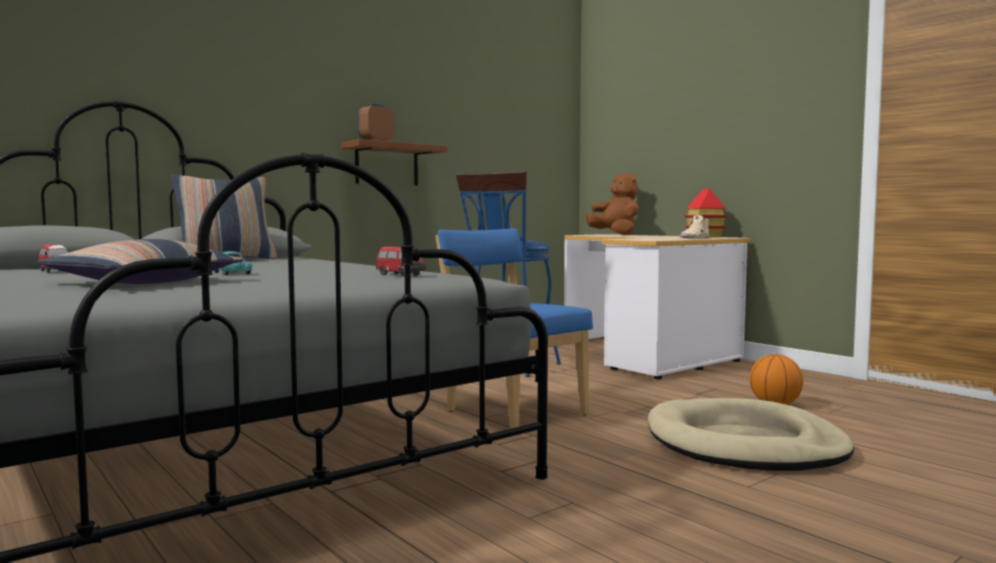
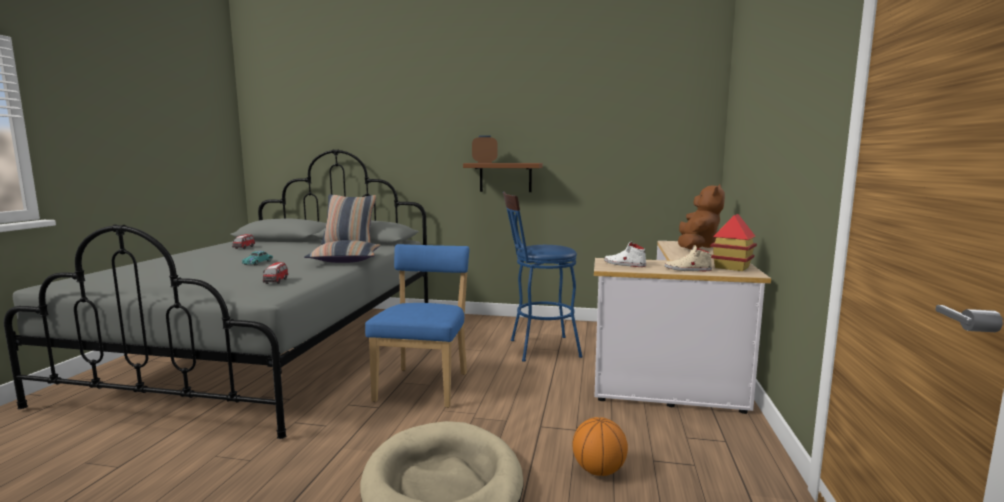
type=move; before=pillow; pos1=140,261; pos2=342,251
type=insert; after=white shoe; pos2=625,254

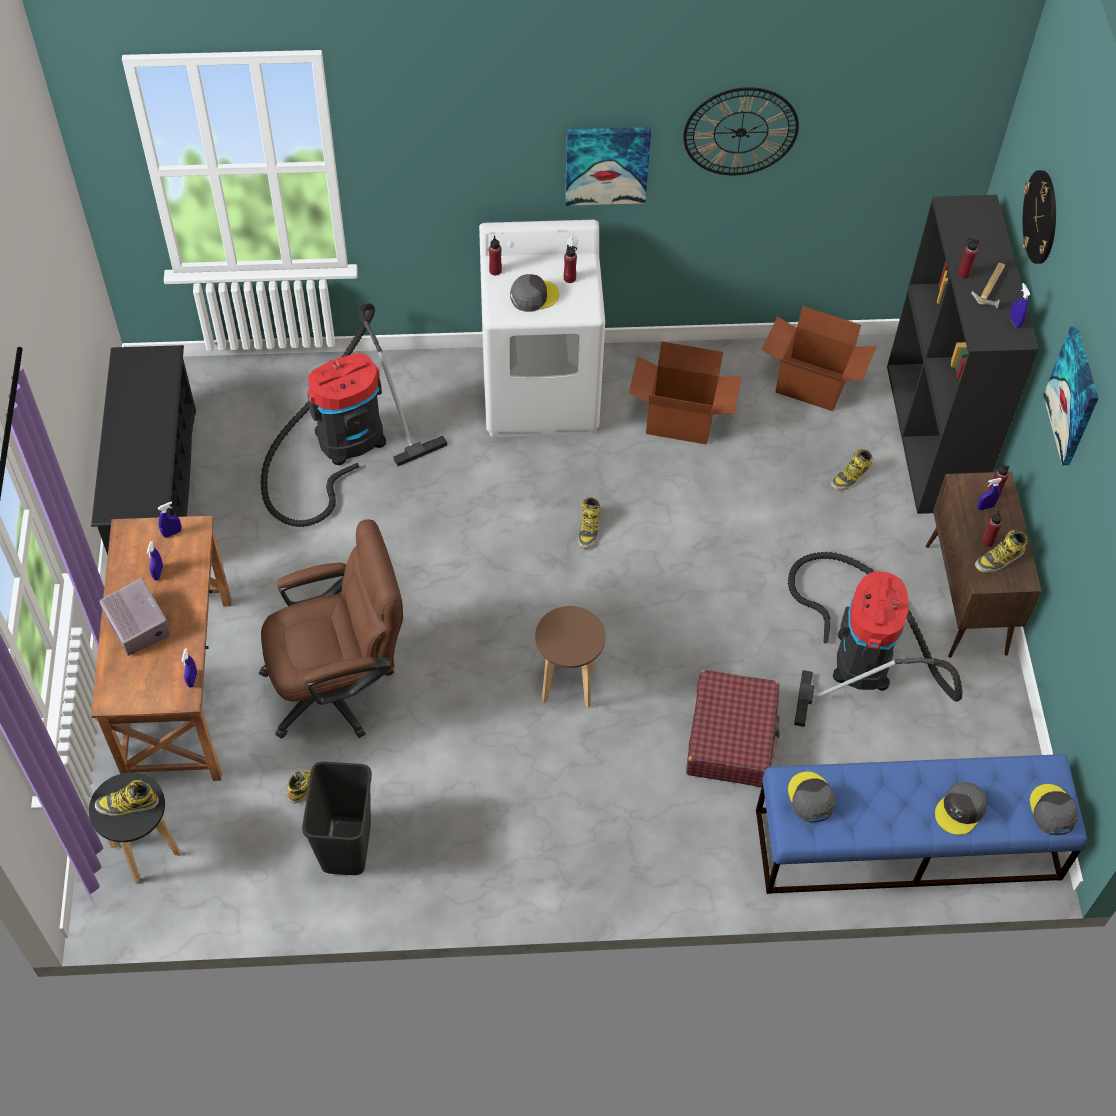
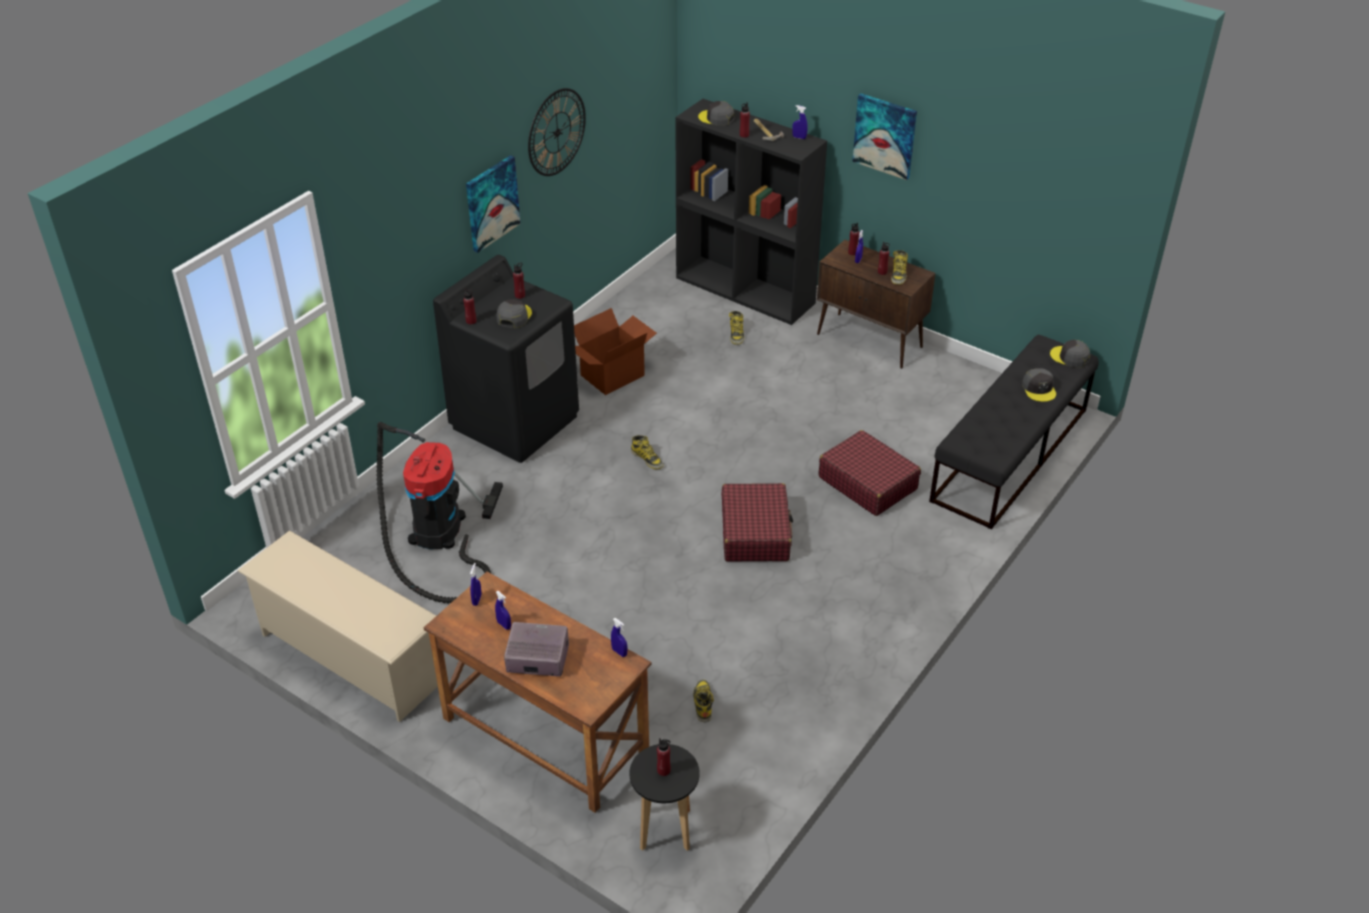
type=delete; before=wall clock; pos1=1039,217
type=recolor; before=white washing machine; after=black washing machine; pos1=542,328; pos2=506,359
type=delete; before=cardboard box; pos1=819,358
type=recolor; before=black shoe rack; after=beige shoe rack; pos1=143,450; pos2=338,626
type=delete; before=brown office chair; pos1=331,629
type=delete; before=vacuum cleaner; pos1=875,639
type=replace; before=brown stool; after=red suitcase; pos1=570,657; pos2=757,522
type=recolor; before=blue bench; after=black bench; pos1=921,824; pos2=1014,432
type=delete; before=black trash can; pos1=337,818
type=move; before=grey cap; pos1=811,797; pos2=716,113
type=replace; before=boot; after=red bottle; pos1=127,798; pos2=664,757

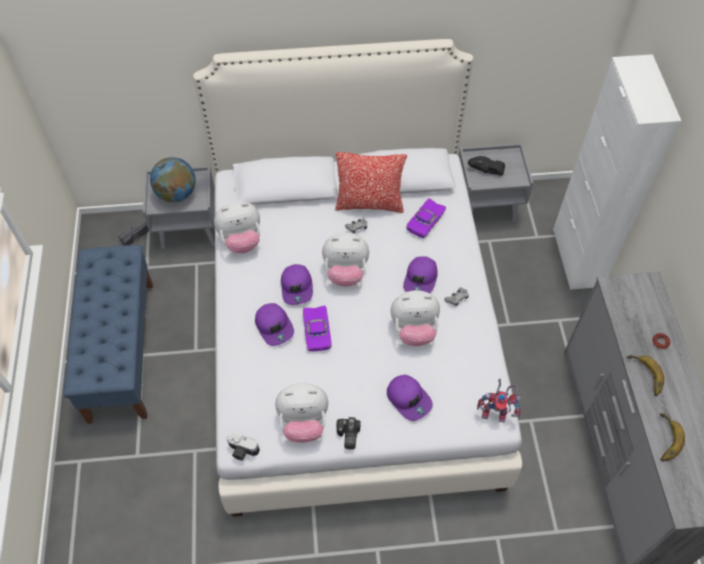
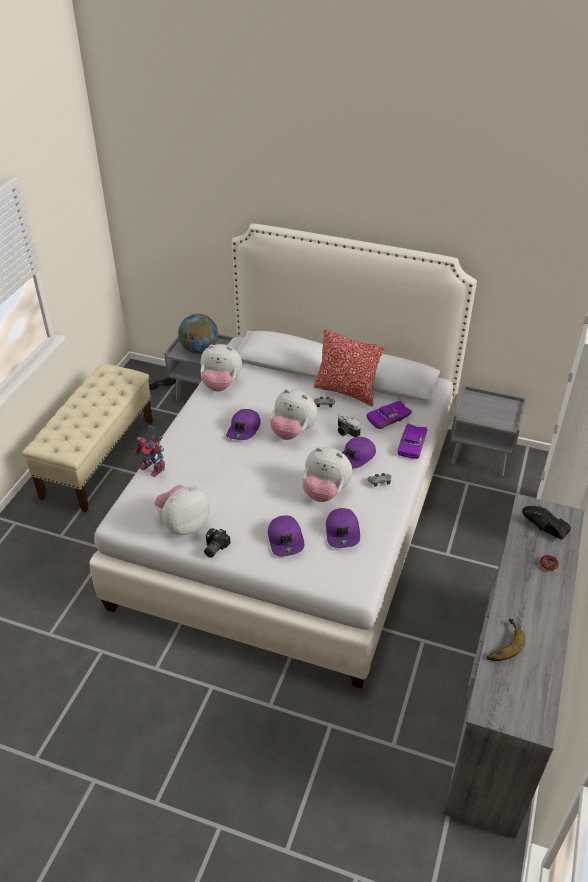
type=move; before=black shoe; pos1=486,166; pos2=546,523
type=recolor; before=blue bench; after=beige bench; pos1=108,334; pos2=87,438
type=move; before=purple cap; pos1=274,324; pos2=343,528
type=move; before=purple toy car; pos1=317,328; pos2=413,441
type=delete; before=banana; pos1=645,375
type=move; before=toy robot; pos1=499,401; pos2=149,451
type=rotate; before=plush toy; pos1=302,413; pos2=182,510; turn=120
type=move; before=photo camera; pos1=243,447; pos2=349,425

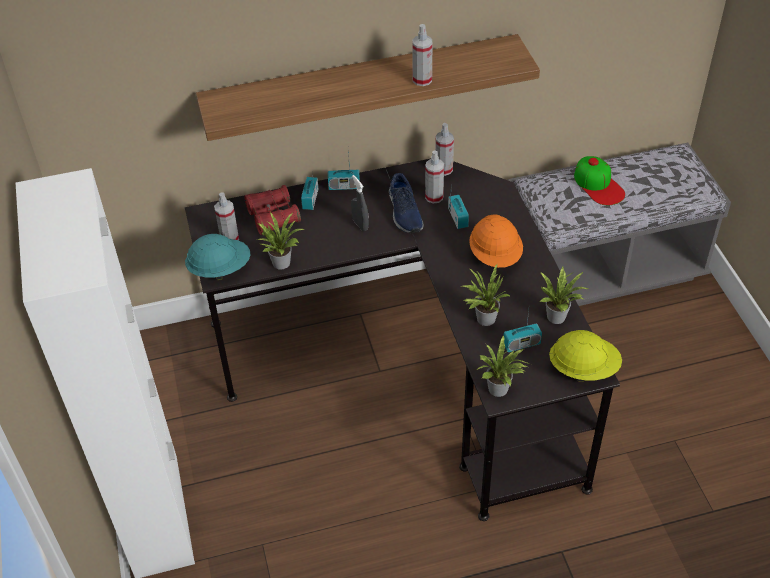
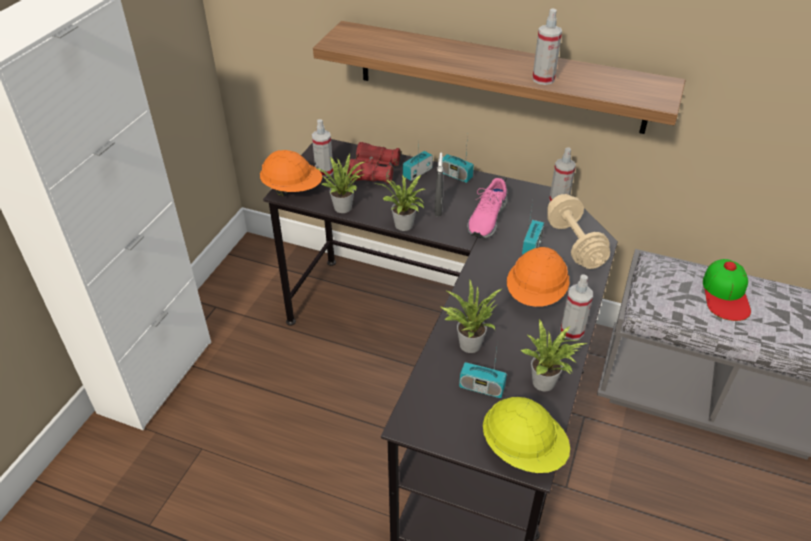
type=move; before=spray bottle; pos1=434,177; pos2=576,307
type=recolor; before=blue shoe; after=pink shoe; pos1=406,203; pos2=487,208
type=recolor; before=turquoise hard hat; after=orange hard hat; pos1=217,257; pos2=291,173
type=move; before=potted plant; pos1=503,366; pos2=400,203
type=insert; after=beige dumbbell; pos2=578,231

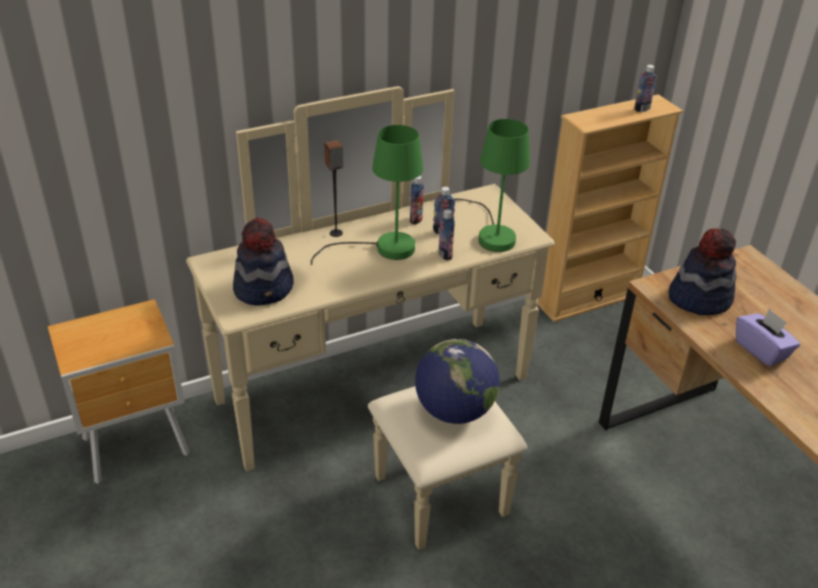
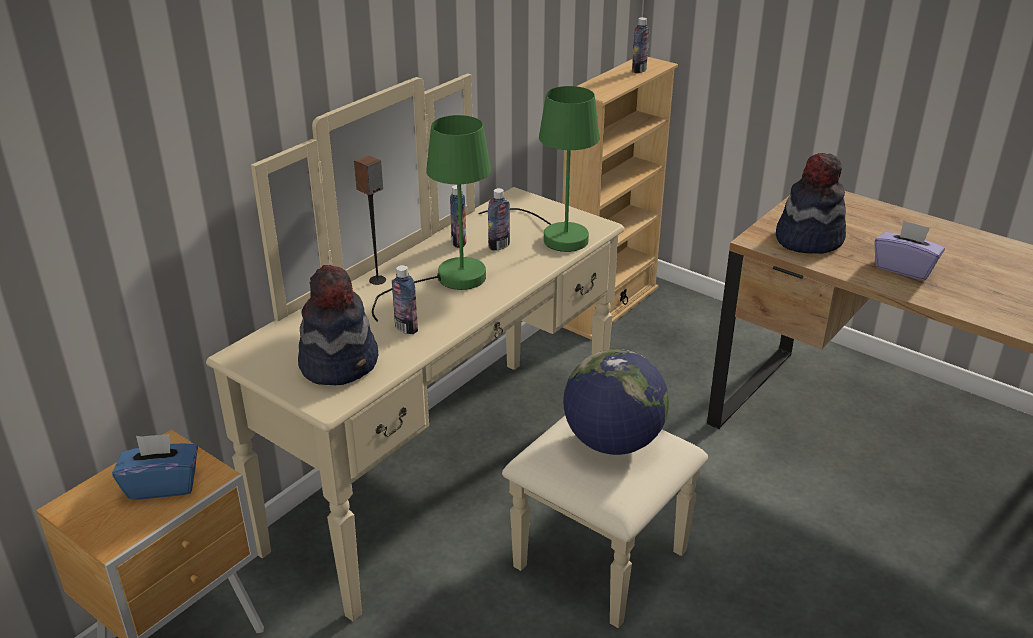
type=move; before=bottle; pos1=446,234; pos2=405,299
type=insert; after=blue tissue box; pos2=155,467

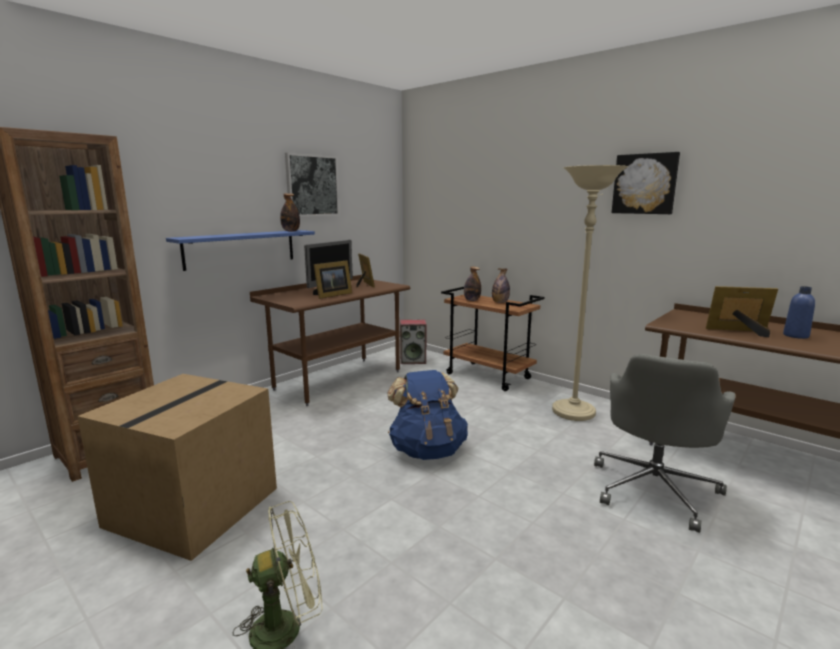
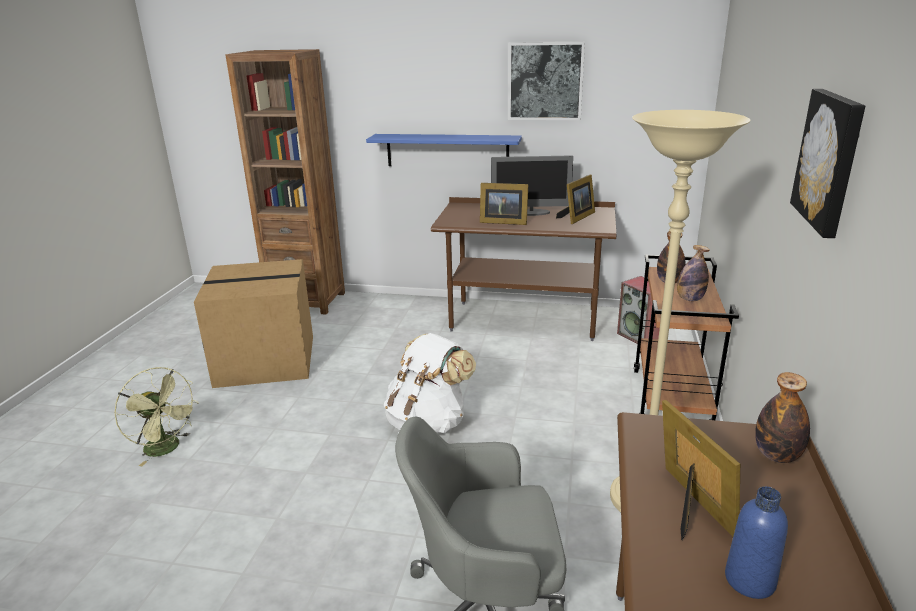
type=move; before=bottle; pos1=290,212; pos2=782,417
type=recolor; before=blue backpack; after=white backpack; pos1=427,415; pos2=430,383

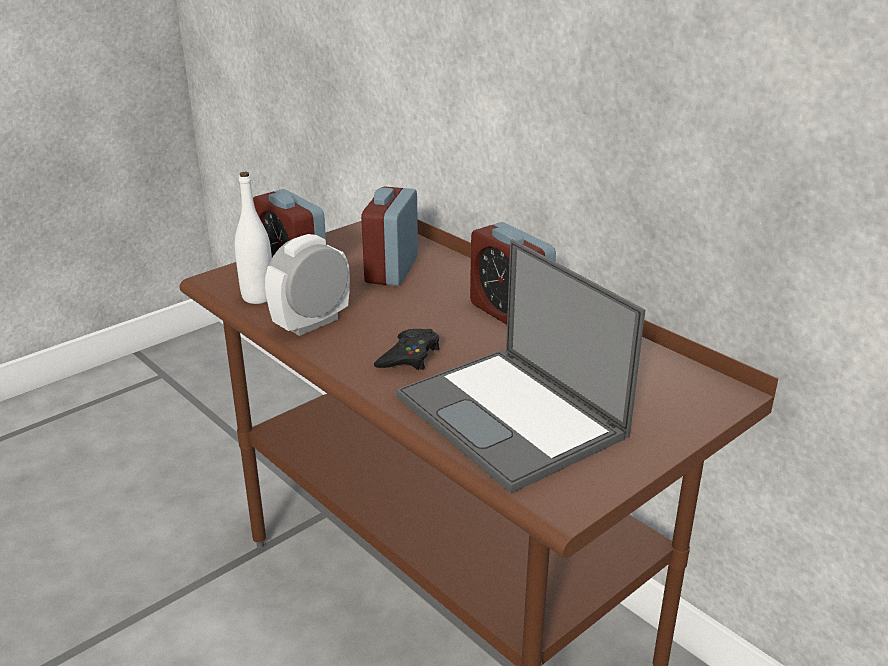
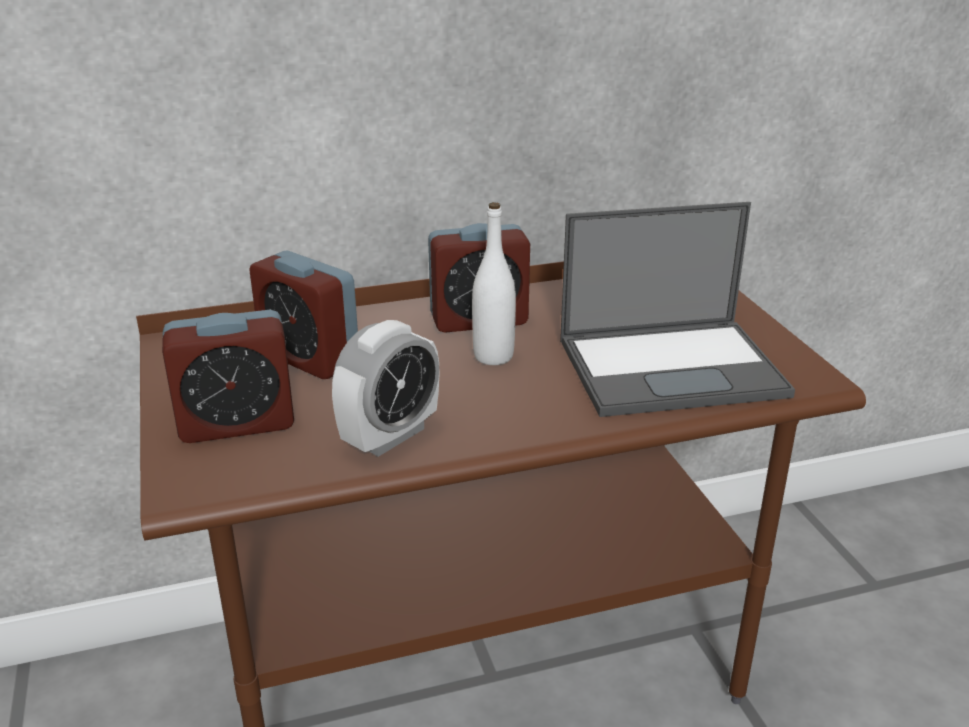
type=move; before=white bottle; pos1=253,238; pos2=494,283
type=rotate; before=alarm clock; pos1=307,285; pos2=385,388; turn=-120
type=delete; before=black game controller; pos1=407,349

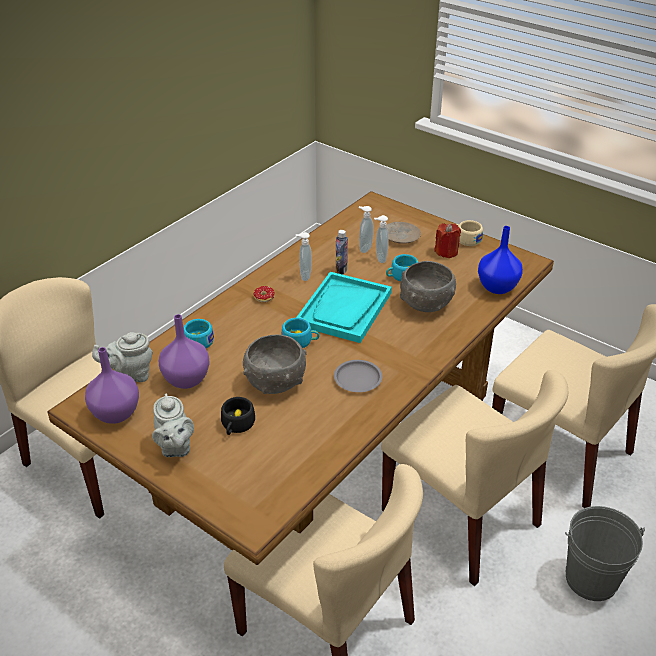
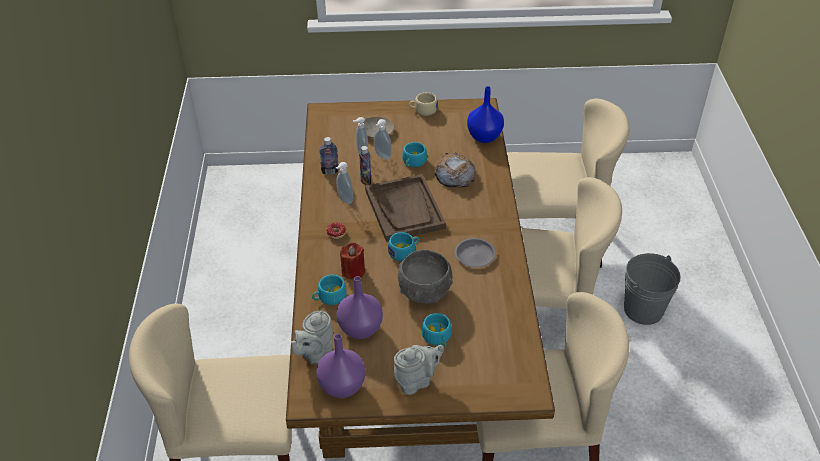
type=move; before=red candle; pos1=447,240; pos2=352,260
type=replace; before=grey bowl; after=bread; pos1=428,286; pos2=454,170
type=recolor; before=turquoise tray; after=brown tray; pos1=344,307; pos2=405,208
type=rotate; before=grey teapot; pos1=173,425; pos2=419,370; turn=-60
type=recolor; before=black cup; after=turquoise cup; pos1=238,416; pos2=437,330
type=insert; after=bottle; pos2=329,156

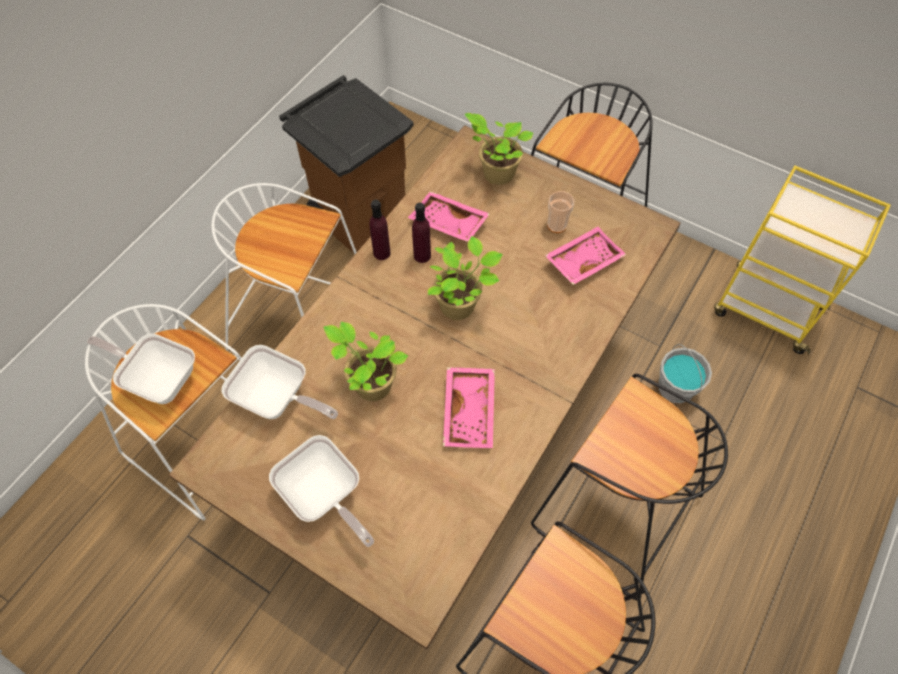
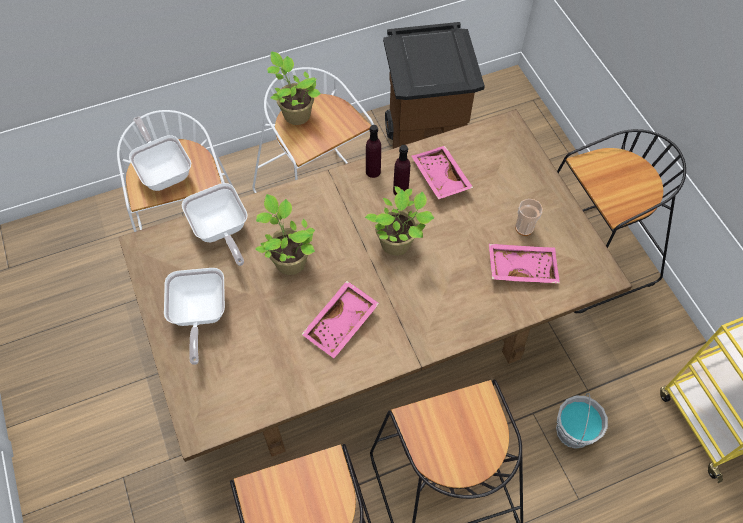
type=move; before=potted plant; pos1=499,149; pos2=294,88

